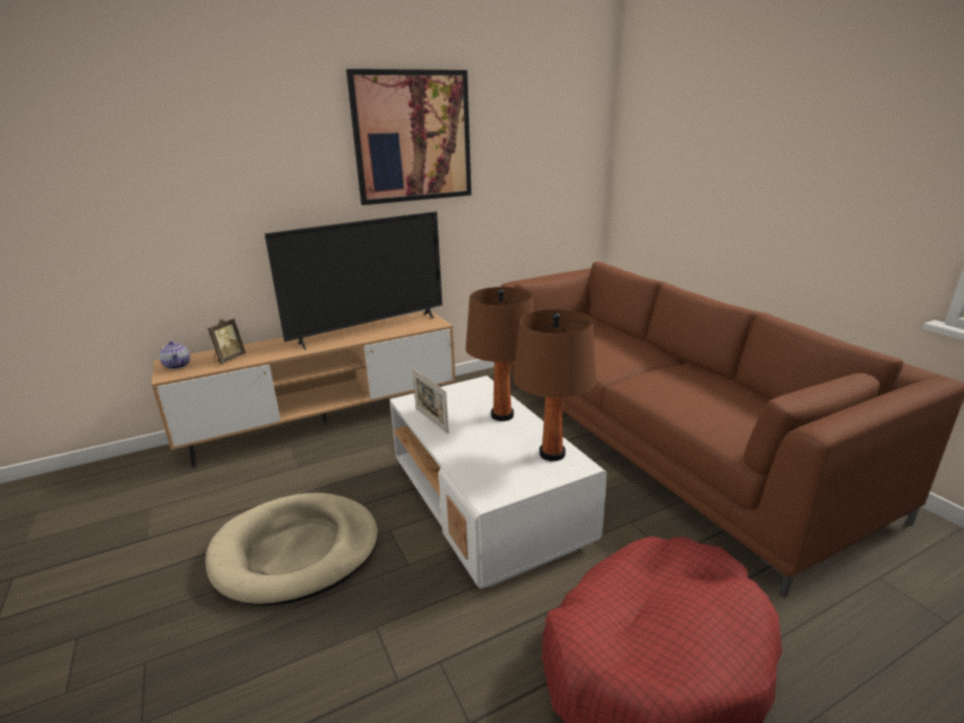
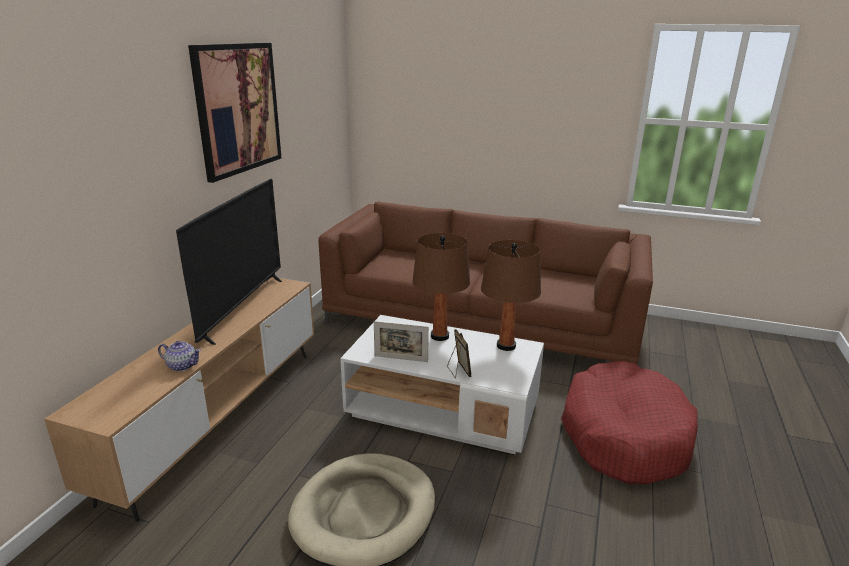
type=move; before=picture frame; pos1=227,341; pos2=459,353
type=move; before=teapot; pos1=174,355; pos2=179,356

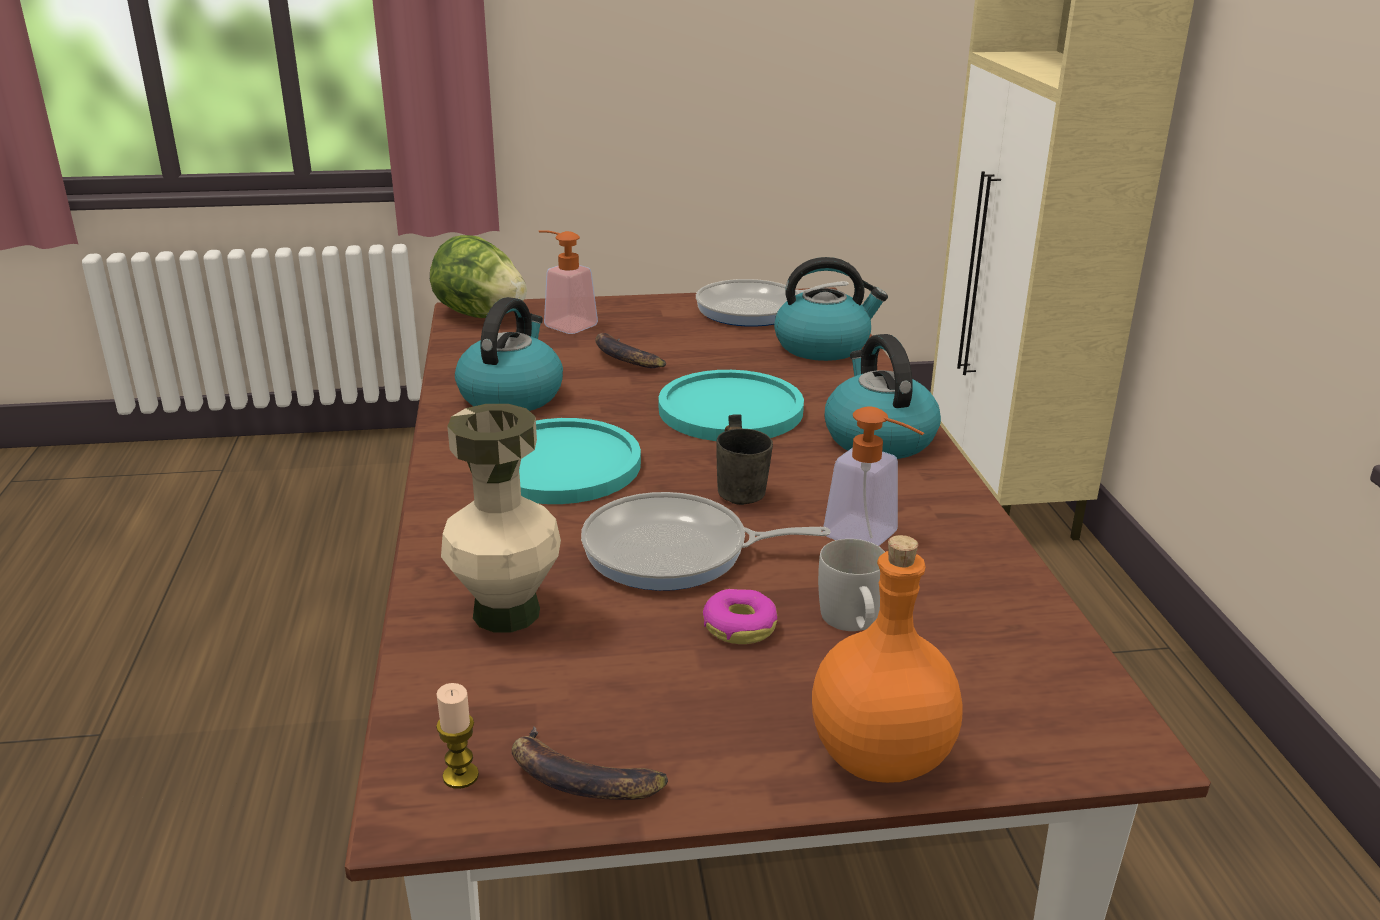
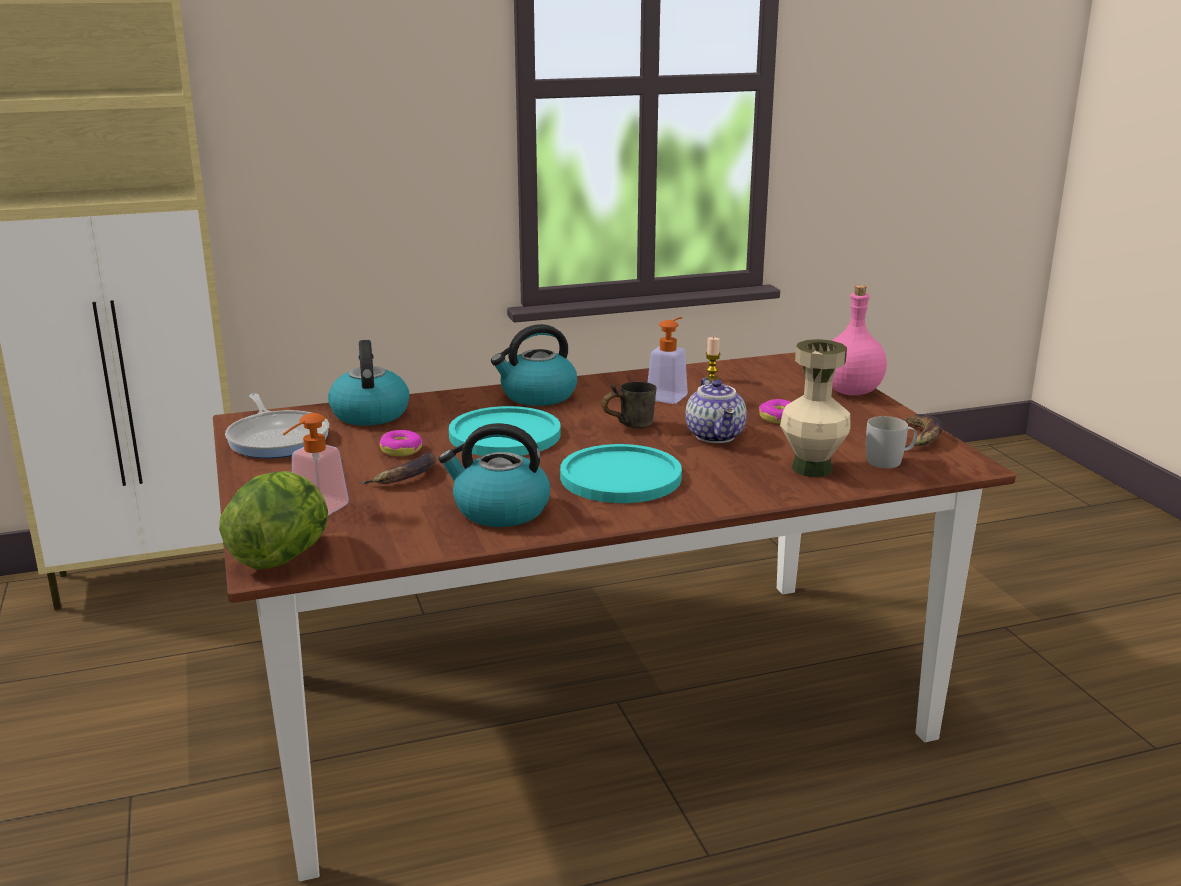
type=replace; before=frying pan; after=teapot; pos1=706,541; pos2=716,410
type=recolor; before=orange bottle; after=pink bottle; pos1=887,659; pos2=859,340
type=move; before=white mug; pos1=851,585; pos2=891,442
type=move; before=candle; pos1=457,736; pos2=712,359
type=insert; after=donut; pos2=401,443

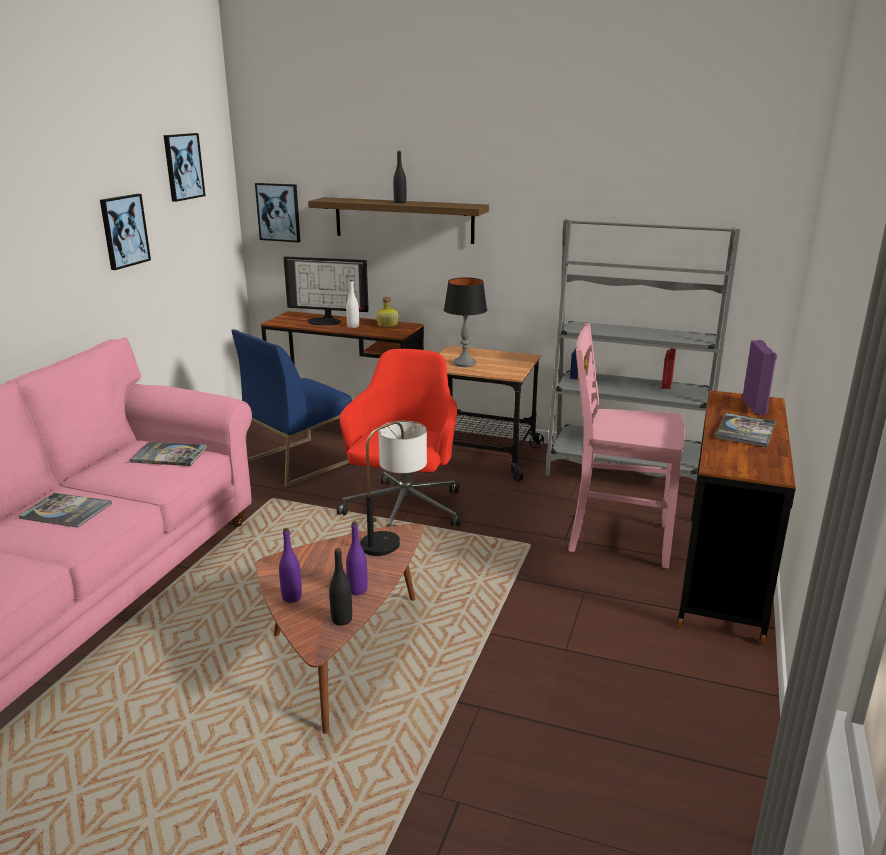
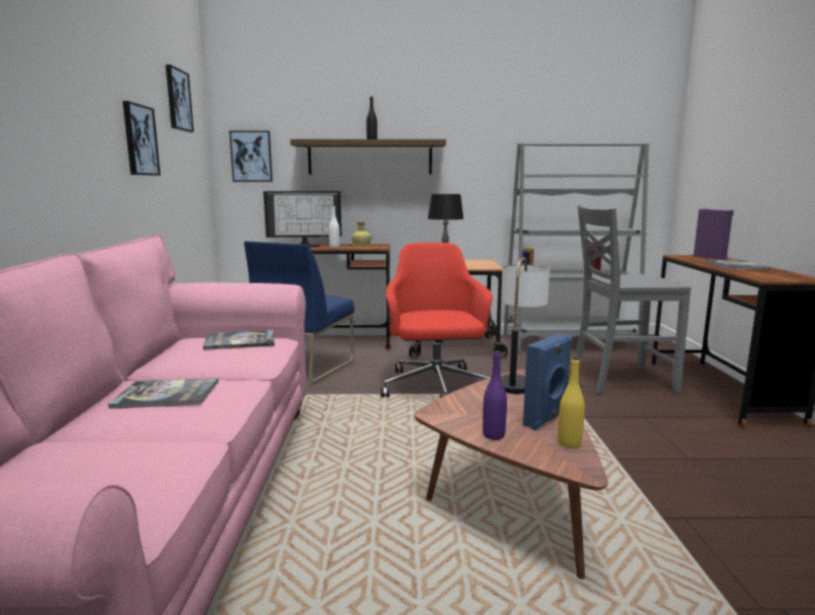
type=recolor; before=pink chair; after=grey chair; pos1=626,445; pos2=633,299
type=replace; before=purple bottle; after=blue speaker; pos1=357,558; pos2=547,382
type=recolor; before=black bottle; after=yellow bottle; pos1=340,587; pos2=571,402

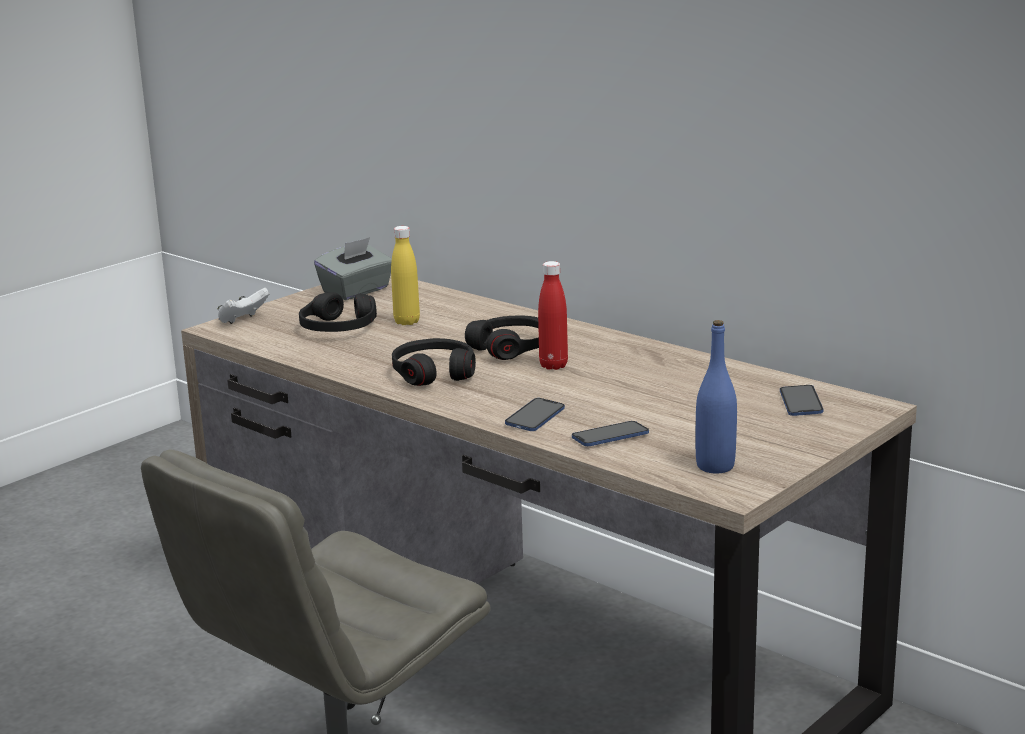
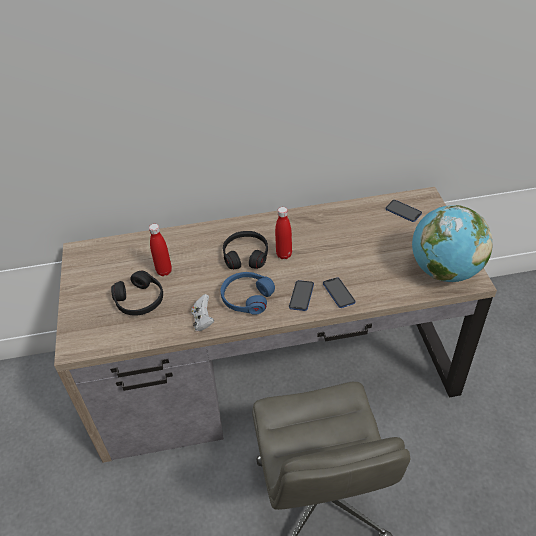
type=recolor; before=yellow bottle; after=red bottle; pos1=405,275; pos2=160,250
type=delete; before=grey tissue box; pos1=353,268
type=move; before=white game controller; pos1=243,306; pos2=202,312
type=replace; before=blue bottle; after=globe; pos1=716,396; pos2=452,243
type=recolor; before=black headphones; after=blue headphones; pos1=434,362; pos2=248,293
type=move; before=phone; pos1=610,433; pos2=301,295

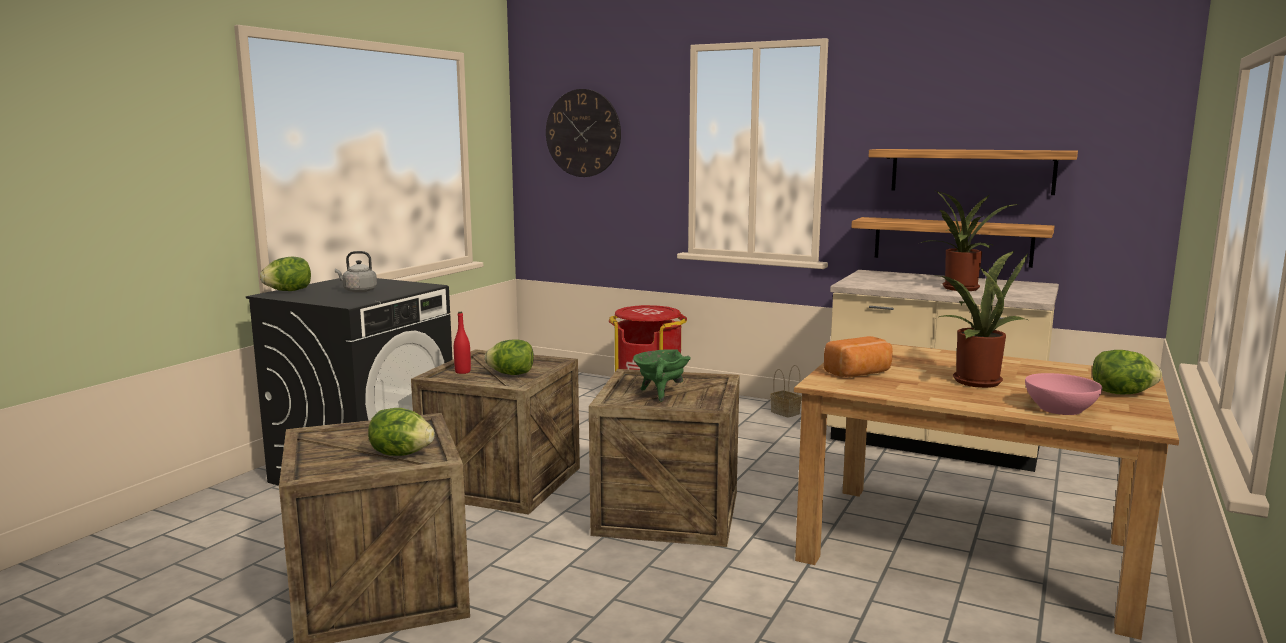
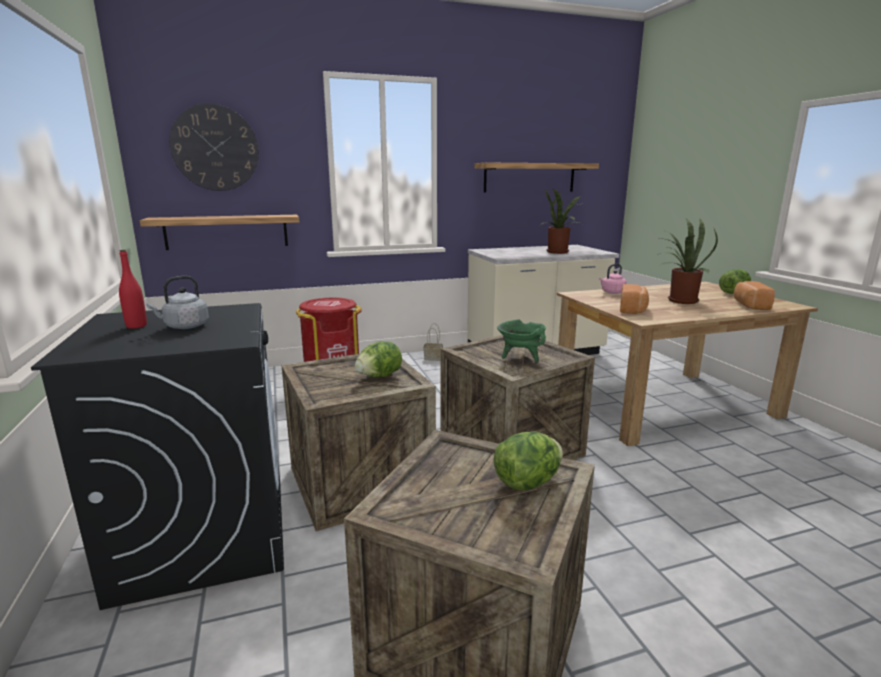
type=move; before=shelf; pos1=953,242; pos2=219,232
type=delete; before=lettuce; pos1=285,274
type=move; before=red bottle; pos1=462,343; pos2=133,289
type=replace; before=pink bowl; after=bread; pos1=1063,394; pos2=754,295
type=insert; after=pink kettle; pos2=612,279

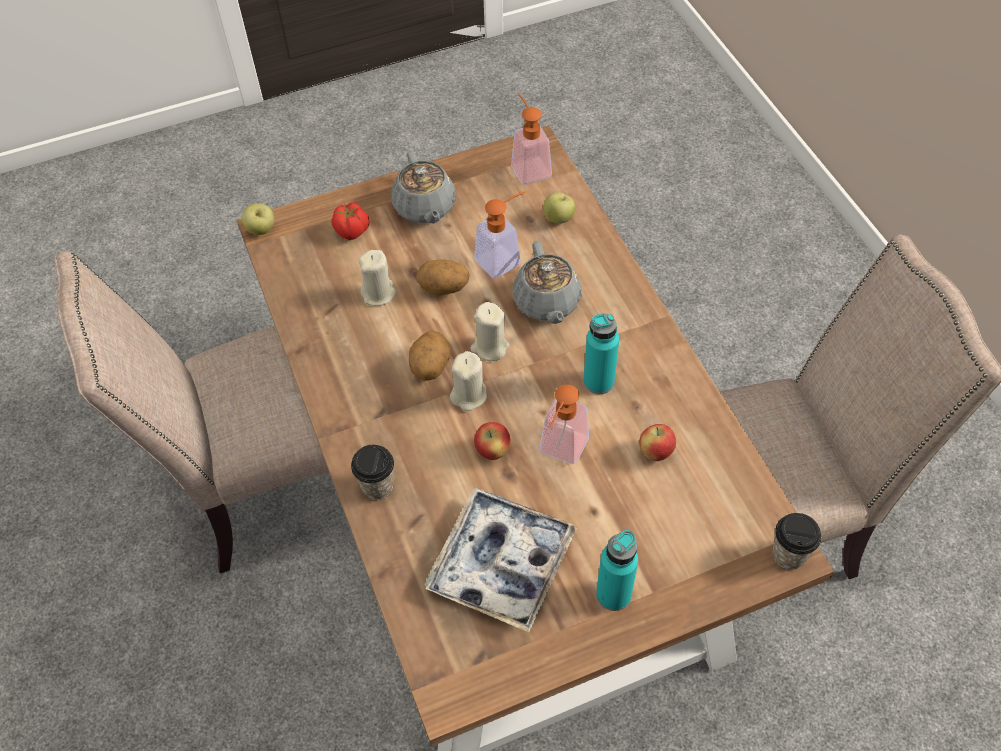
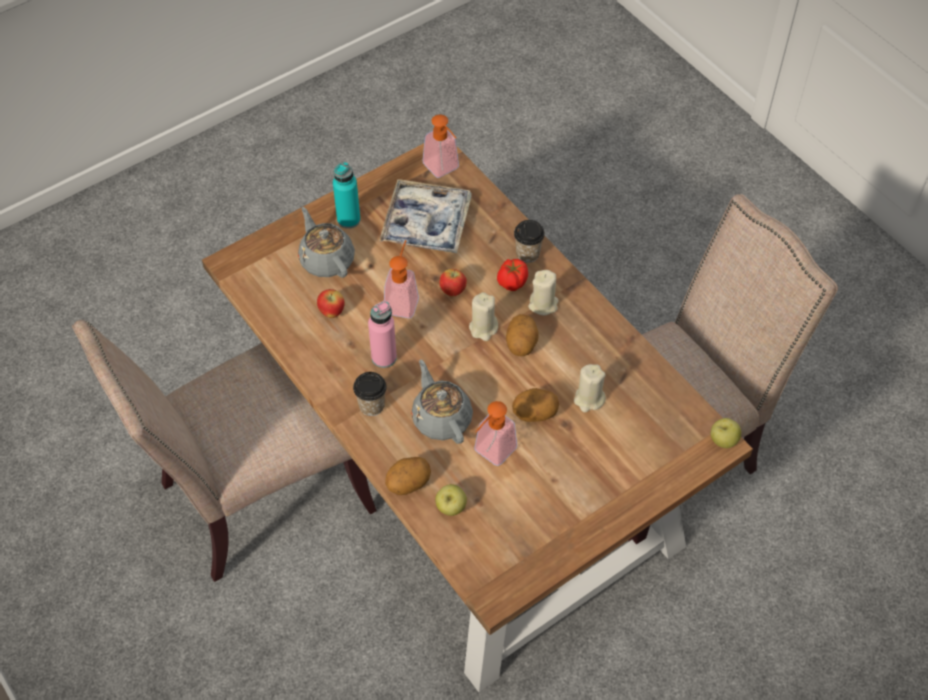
type=move; before=soap dispenser; pos1=531,139; pos2=440,146
type=move; before=grey teapot; pos1=423,187; pos2=326,242
type=move; before=tomato; pos1=350,221; pos2=512,275
type=move; before=beige candle; pos1=490,331; pos2=543,293
type=recolor; before=turquoise bottle; after=pink bottle; pos1=601,353; pos2=382,334
type=move; before=cup; pos1=796,541; pos2=370,394
type=insert; after=potato; pos2=408,476

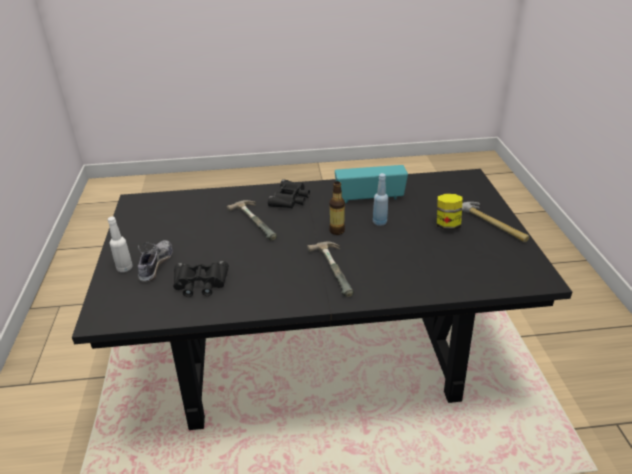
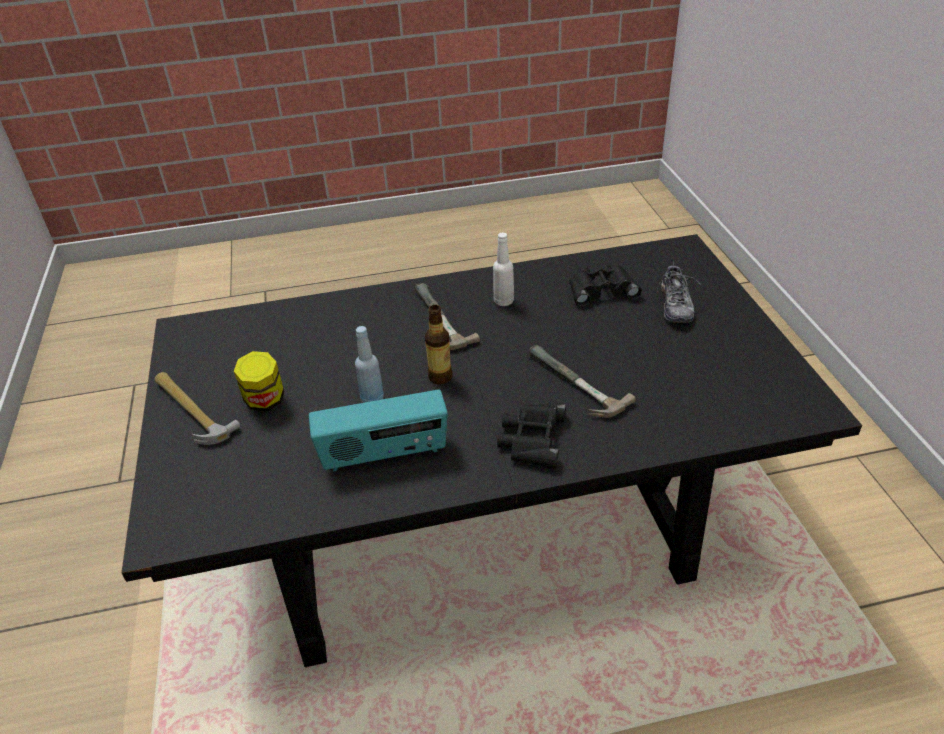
type=move; before=white bottle; pos1=120,244; pos2=503,269

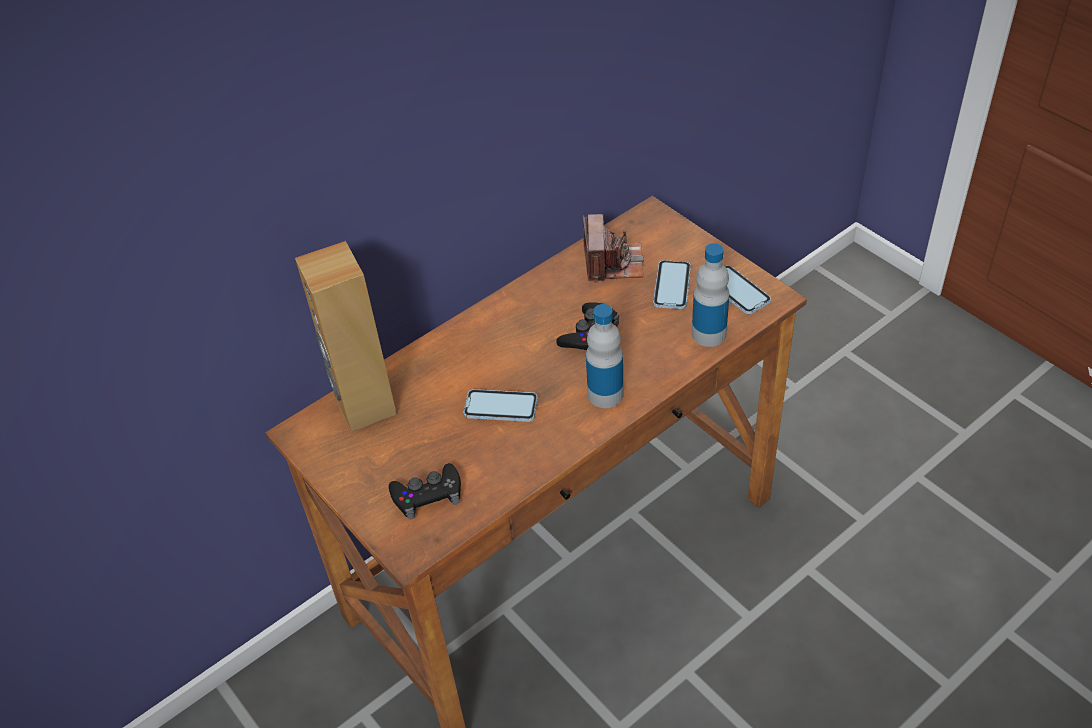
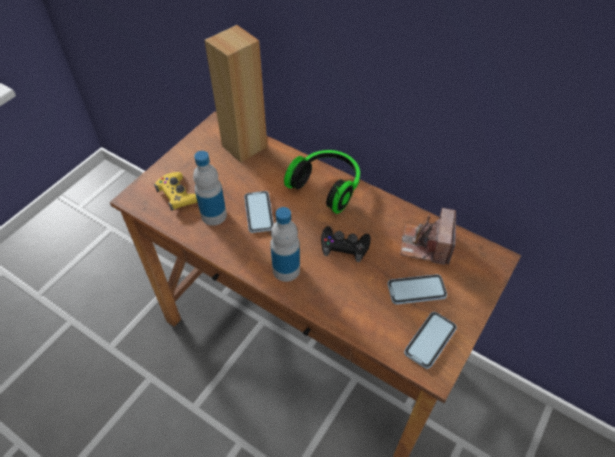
type=rotate; before=photo camera; pos1=613,248; pos2=428,236; turn=120
type=move; before=bottle; pos1=711,295; pos2=210,188
type=recolor; before=black game controller; after=yellow game controller; pos1=425,491; pos2=176,191
type=insert; after=headphones; pos2=322,182

